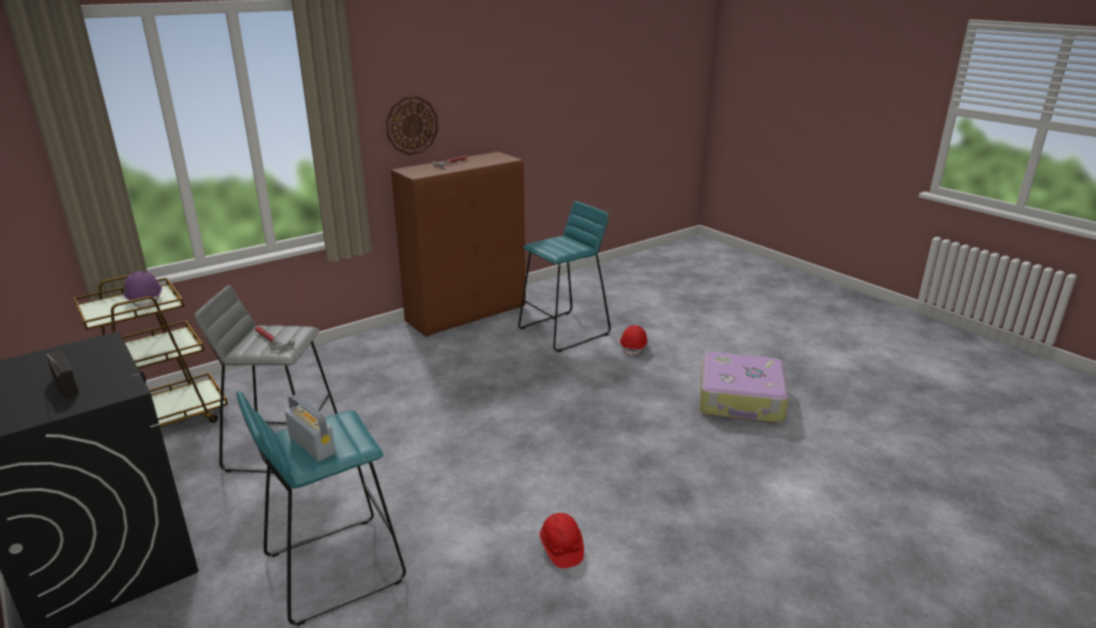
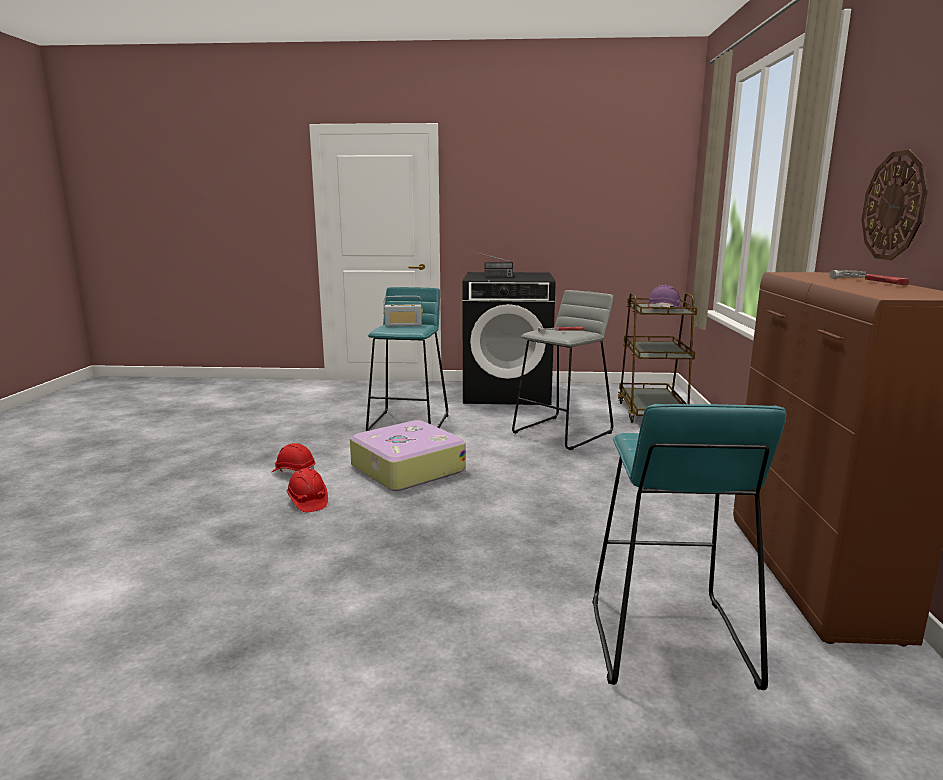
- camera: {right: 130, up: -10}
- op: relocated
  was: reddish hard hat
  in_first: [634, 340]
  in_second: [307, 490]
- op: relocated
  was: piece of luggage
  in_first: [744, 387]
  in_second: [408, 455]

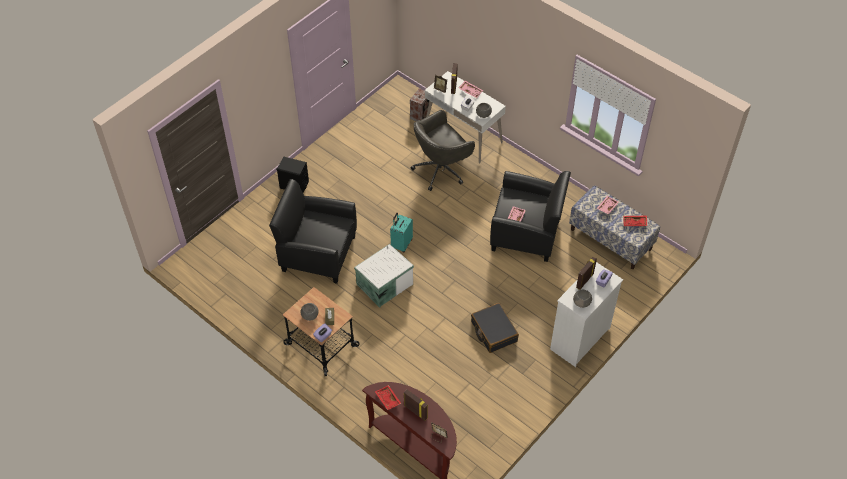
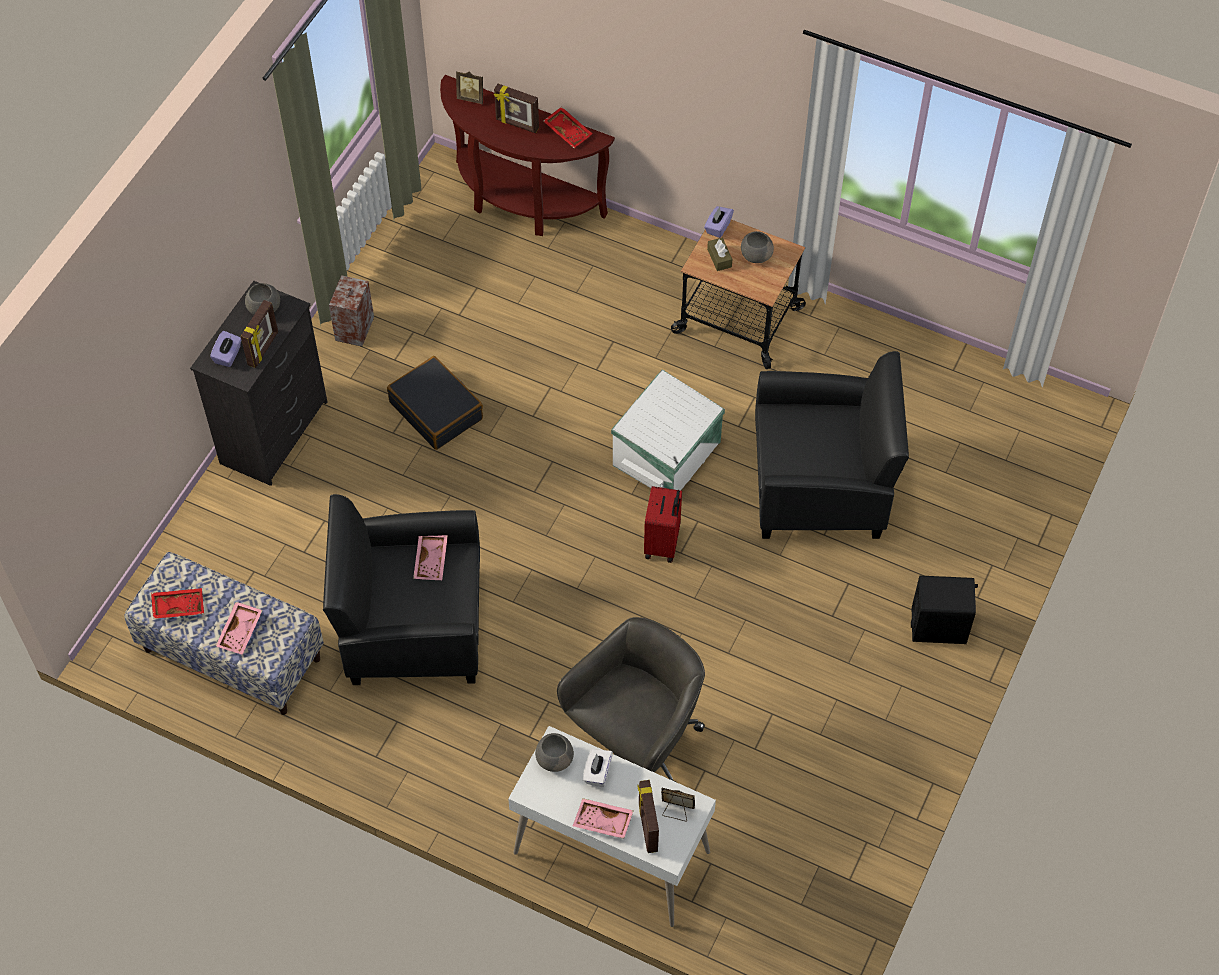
- camera: {right: 165, up: 5}
- op: relocated
  was: loudspeaker
  in_first: [419, 105]
  in_second: [351, 311]
- op: colour
  was: turquoise-coloured piece of luggage
  now: reddish piece of luggage
  in_first: [401, 232]
  in_second: [663, 524]
- op: colour
  was: white drawer chest
  now: blackish drawer chest
  in_first: [586, 314]
  in_second: [258, 383]

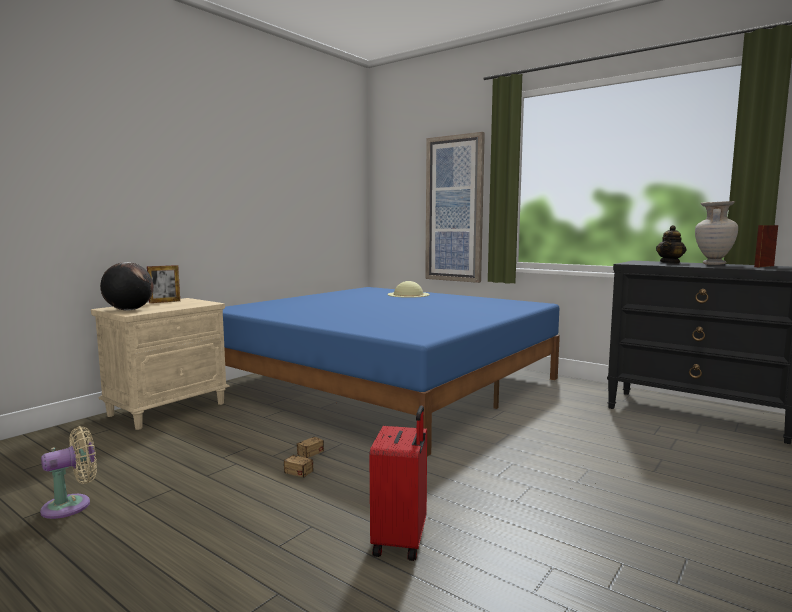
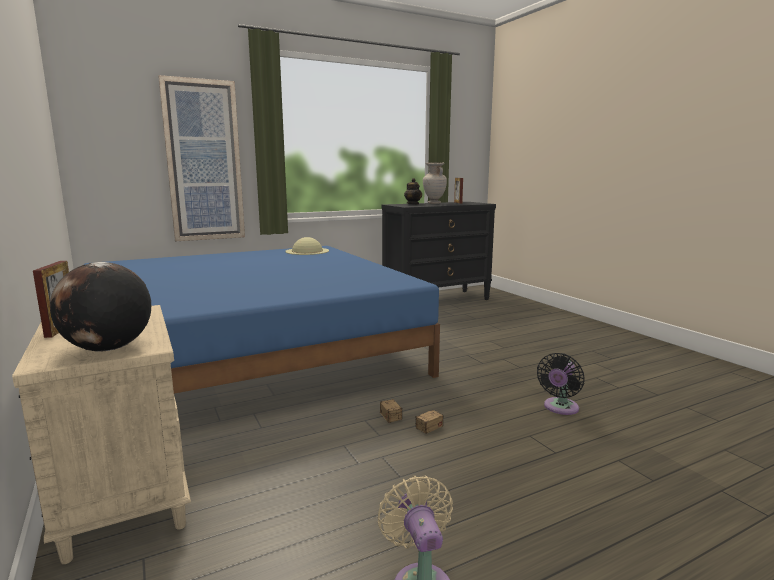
- camera: {right: -65, up: 5}
- op: relocated
  was: beige-coloured clothing hat
  in_first: [409, 289]
  in_second: [307, 246]
- op: exchanged
  was: reddish piece of luggage
  now: blackish electric fan
  in_first: [398, 483]
  in_second: [560, 384]

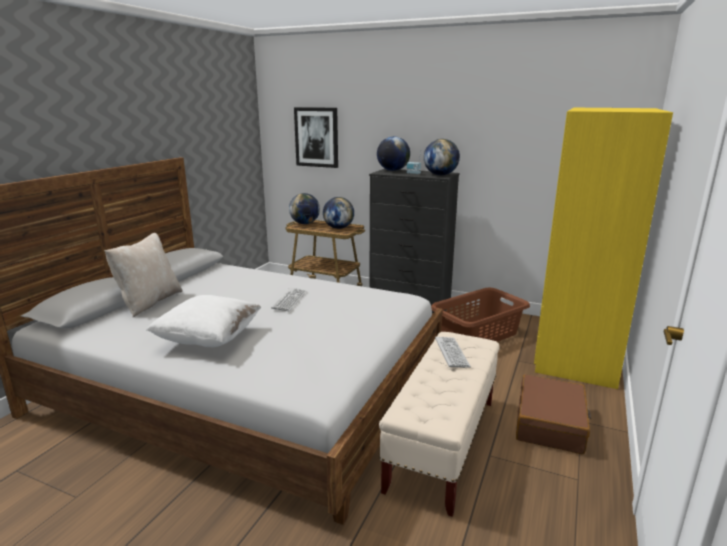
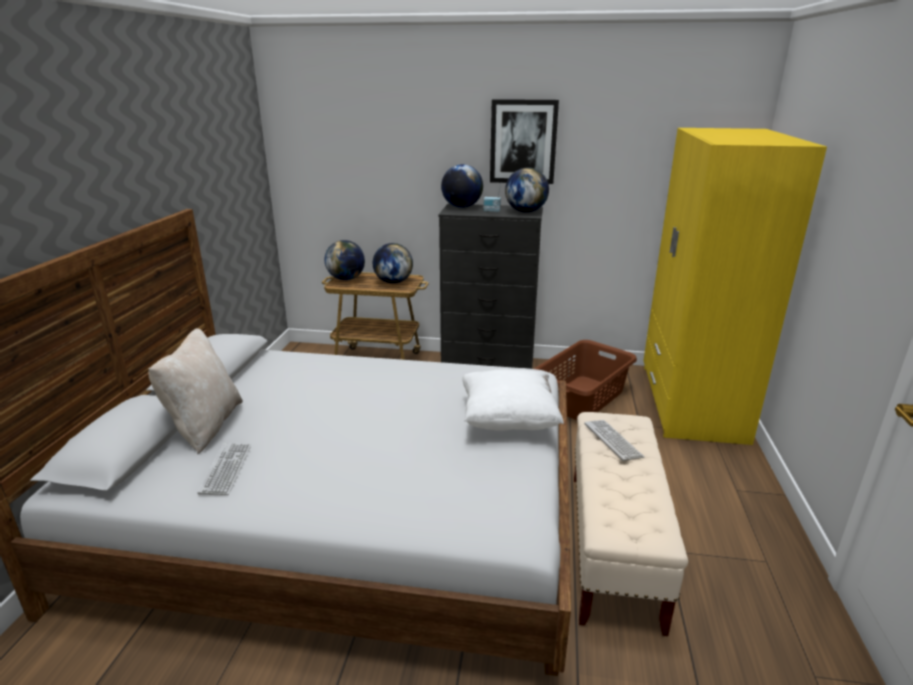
- camera: {right: -15, up: 5}
- op: missing
  was: brownish piece of luggage
  in_first: [553, 414]
- op: relocated
  was: white throw pillow
  in_first: [203, 321]
  in_second: [513, 400]
- op: relocated
  was: keyboard
  in_first: [288, 299]
  in_second: [224, 469]
- op: relocated
  was: picture
  in_first: [316, 137]
  in_second: [524, 141]

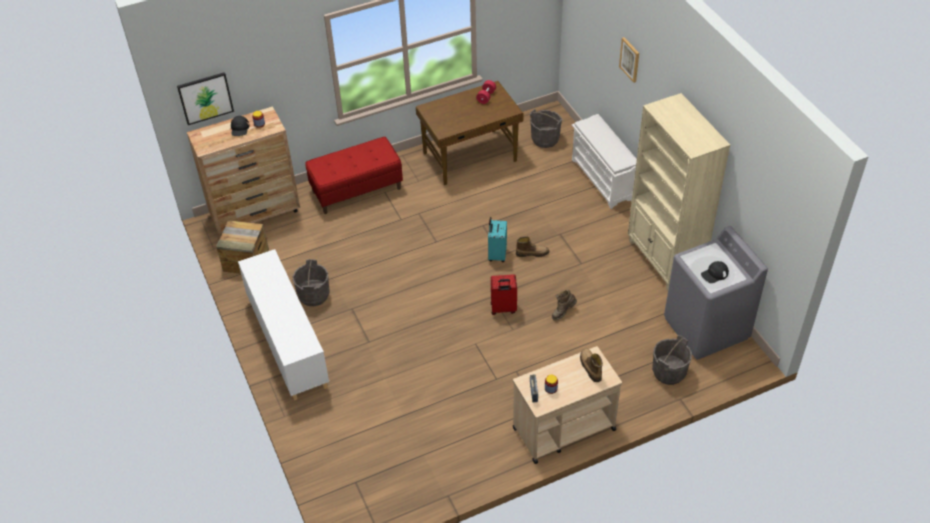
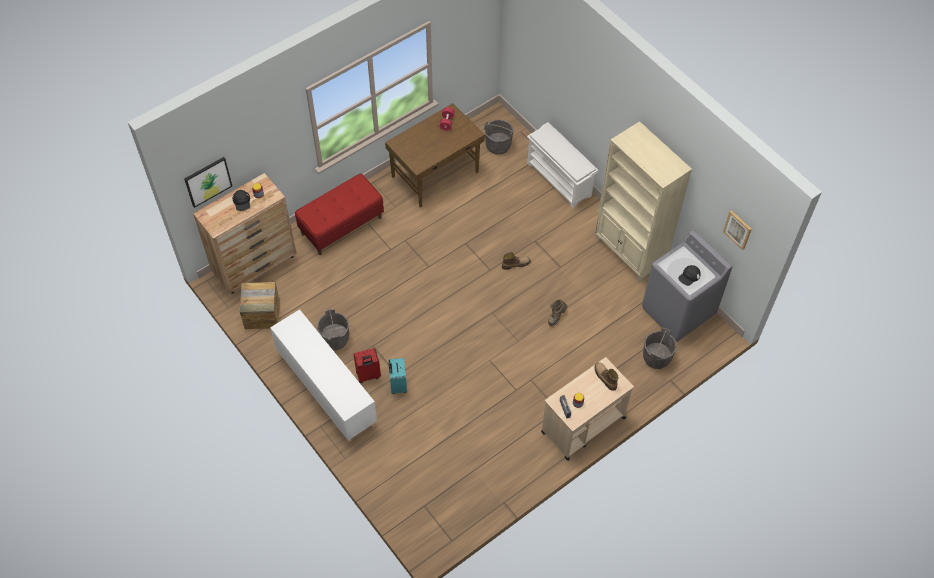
- camera: {right: -15, up: 10}
- op: relocated
  was: turquoise-coloured piece of luggage
  in_first: [497, 239]
  in_second: [397, 376]
- op: relocated
  was: reddish piece of luggage
  in_first: [504, 294]
  in_second: [367, 365]
- op: relocated
  was: picture
  in_first: [629, 60]
  in_second: [737, 230]

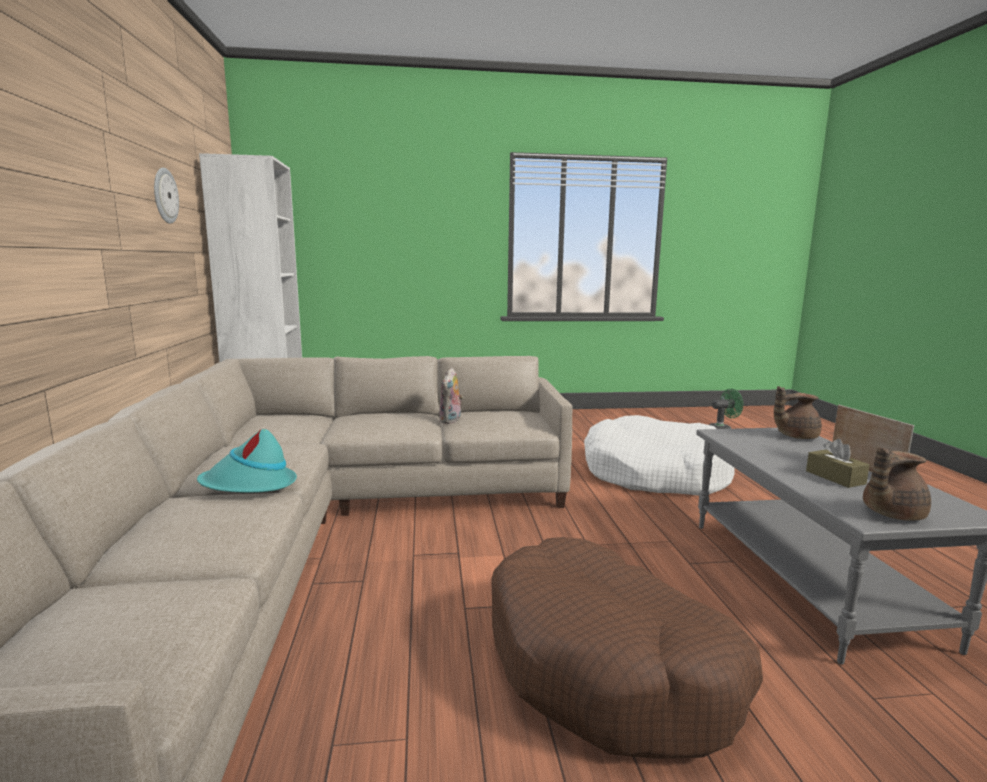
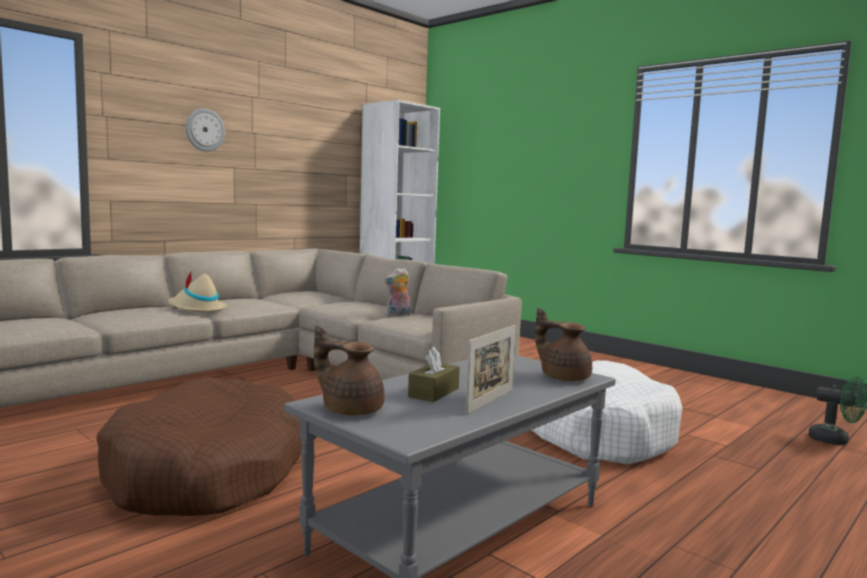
- camera: {right: 50, up: -5}
- op: relocated
  was: hanging clock
  in_first: [166, 196]
  in_second: [205, 130]
- op: colour
  was: turquoise-coloured clothing hat
  now: beige-coloured clothing hat
  in_first: [247, 461]
  in_second: [197, 291]

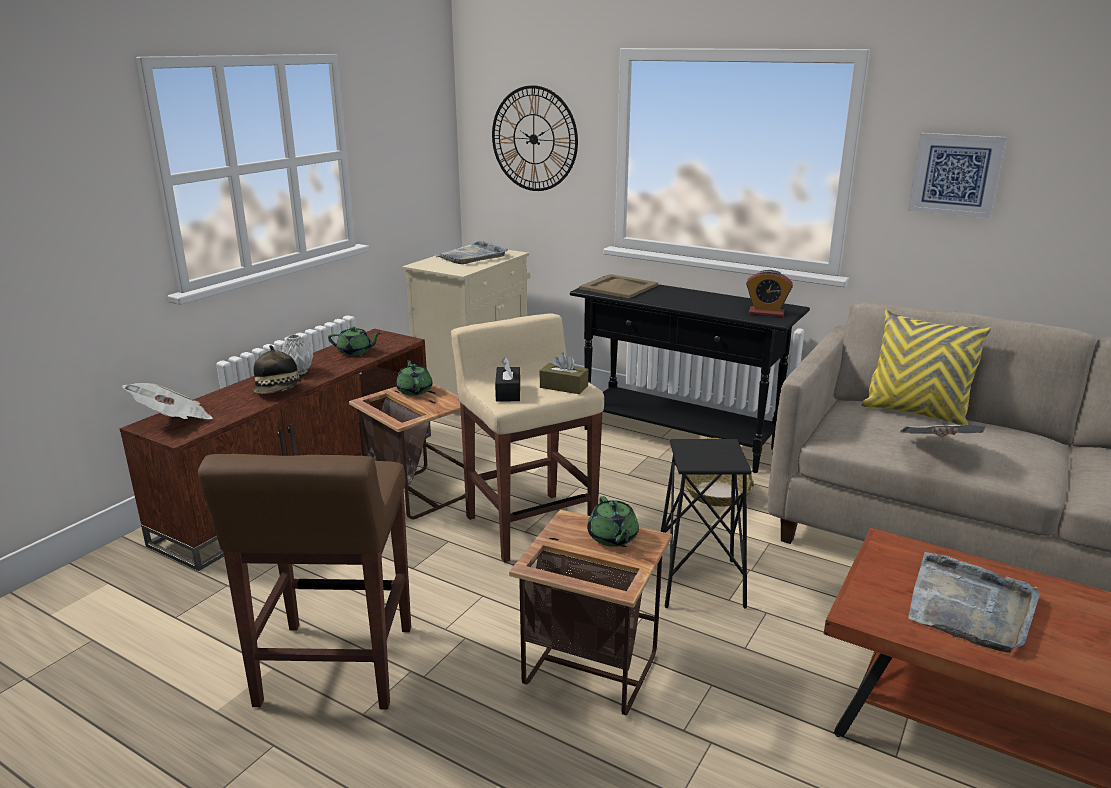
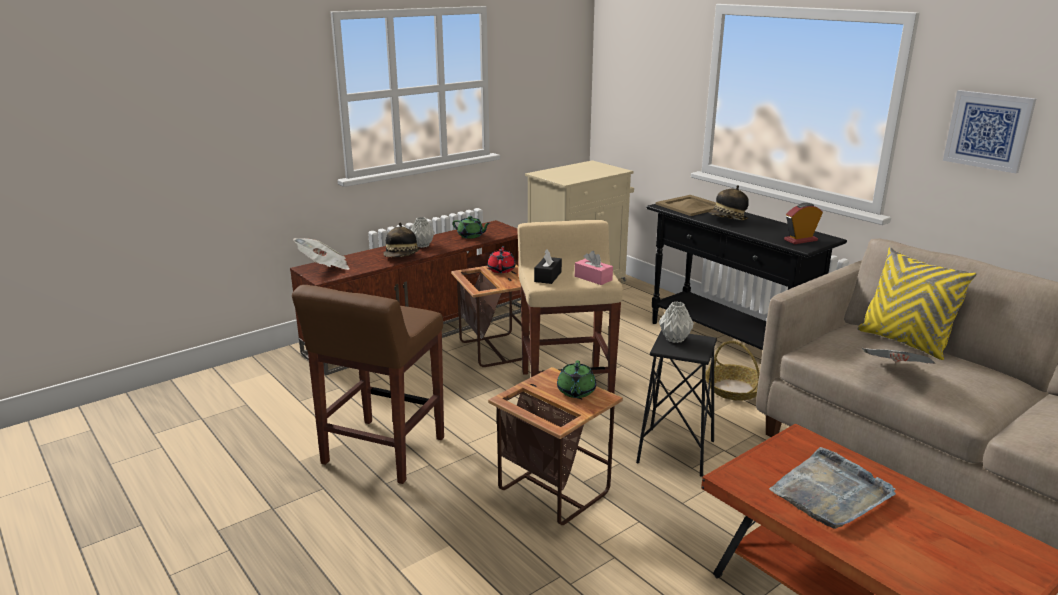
- camera: {right: 20, up: 0}
- op: missing
  was: grey tray
  in_first: [471, 252]
- op: missing
  was: hanging clock
  in_first: [535, 138]
- op: appeared
  now: grey decorative vase
  in_second: [676, 322]
- op: appeared
  now: clothing hat
  in_second: [729, 202]
- op: colour
  was: green-coloured pot for tea
  now: reddish pot for tea
  in_first: [414, 378]
  in_second: [502, 259]
- op: colour
  was: brownish box of tissues
  now: pink box of tissues
  in_first: [564, 373]
  in_second: [594, 268]
- op: spun
  was: bedside clock
  in_first: [769, 293]
  in_second: [803, 223]
  clockwise: 120

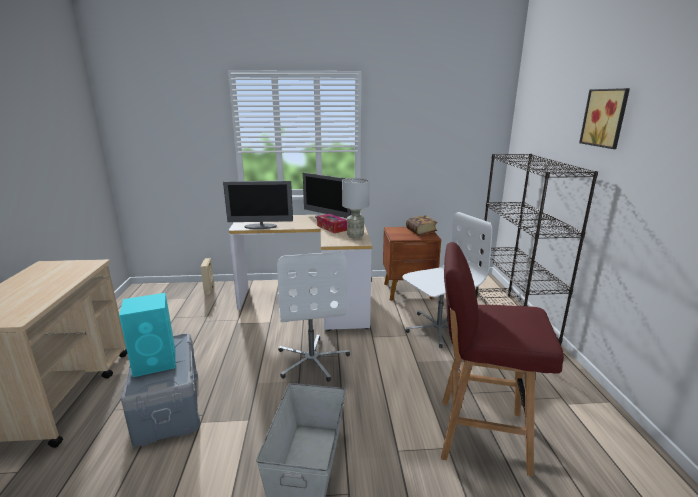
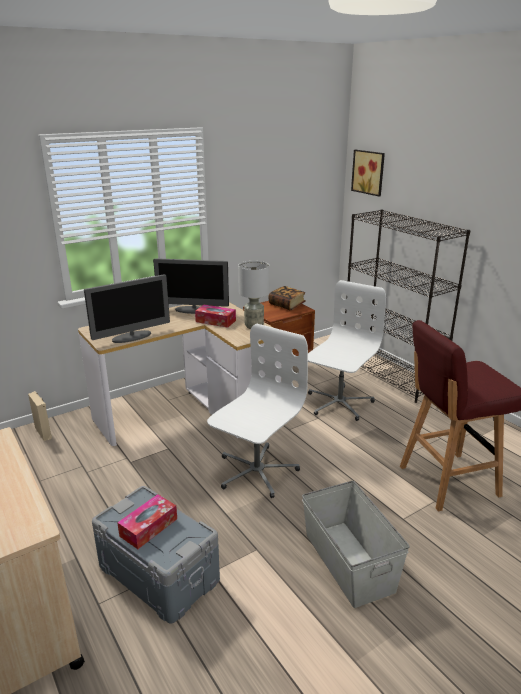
- camera: {right: -30, up: 5}
- op: relocated
  was: picture
  in_first: [604, 118]
  in_second: [368, 173]
- op: exchanged
  was: turquoise-coloured loudspeaker
  now: box of tissues
  in_first: [147, 335]
  in_second: [147, 521]
- op: spun
  was: white office chair
  in_first: [313, 317]
  in_second: [257, 411]
  clockwise: -105

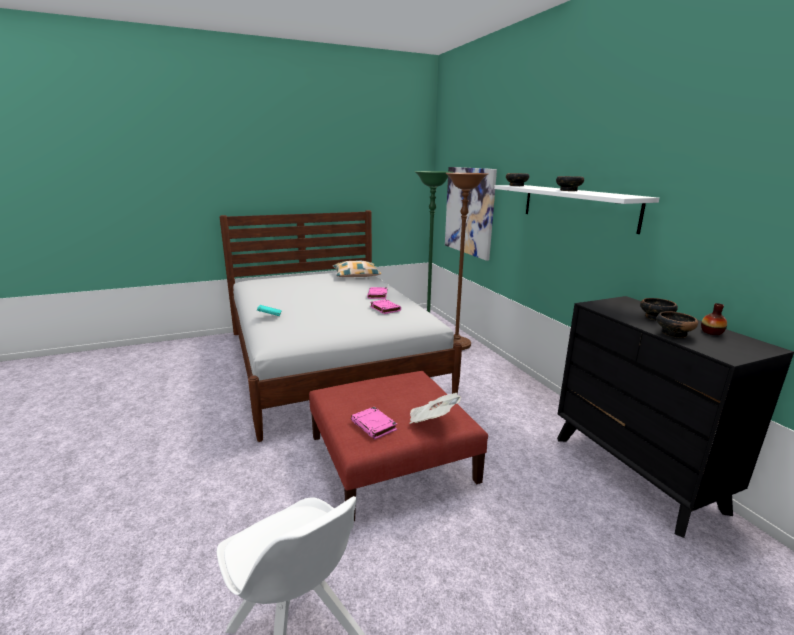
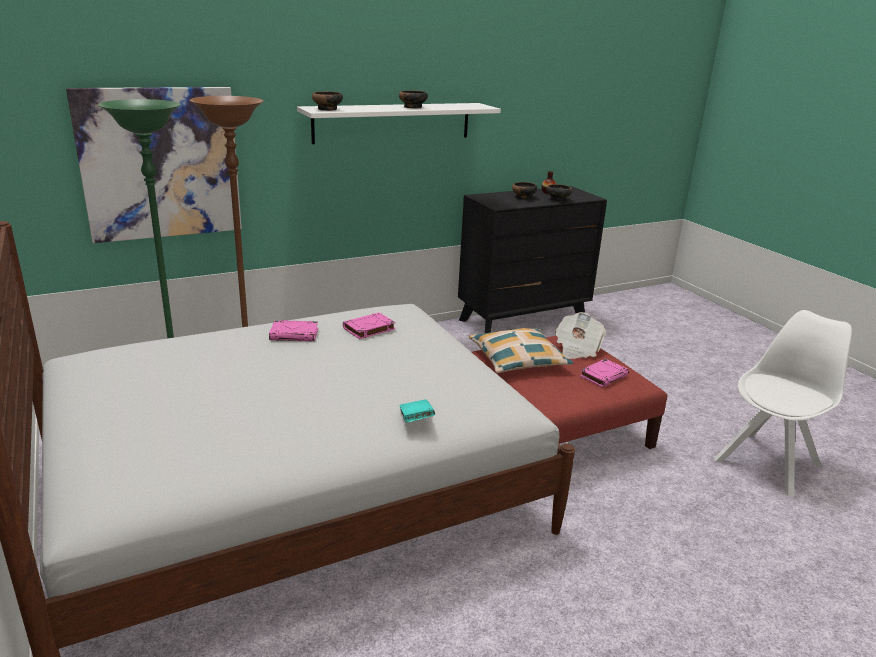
- camera: {right: -95, up: 5}
- op: relocated
  was: throw pillow
  in_first: [357, 268]
  in_second: [521, 350]

